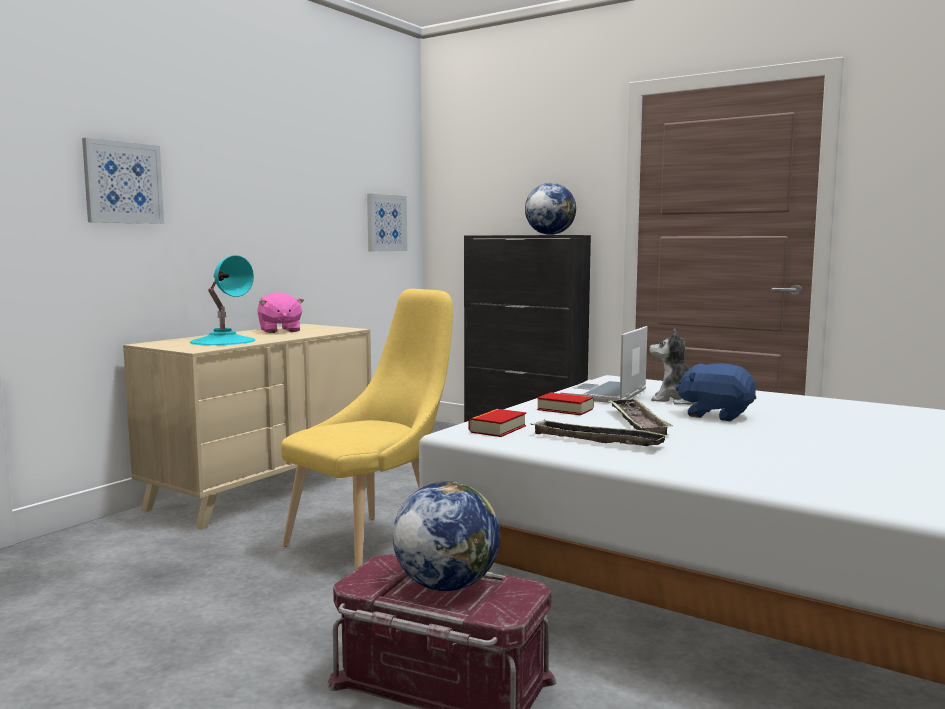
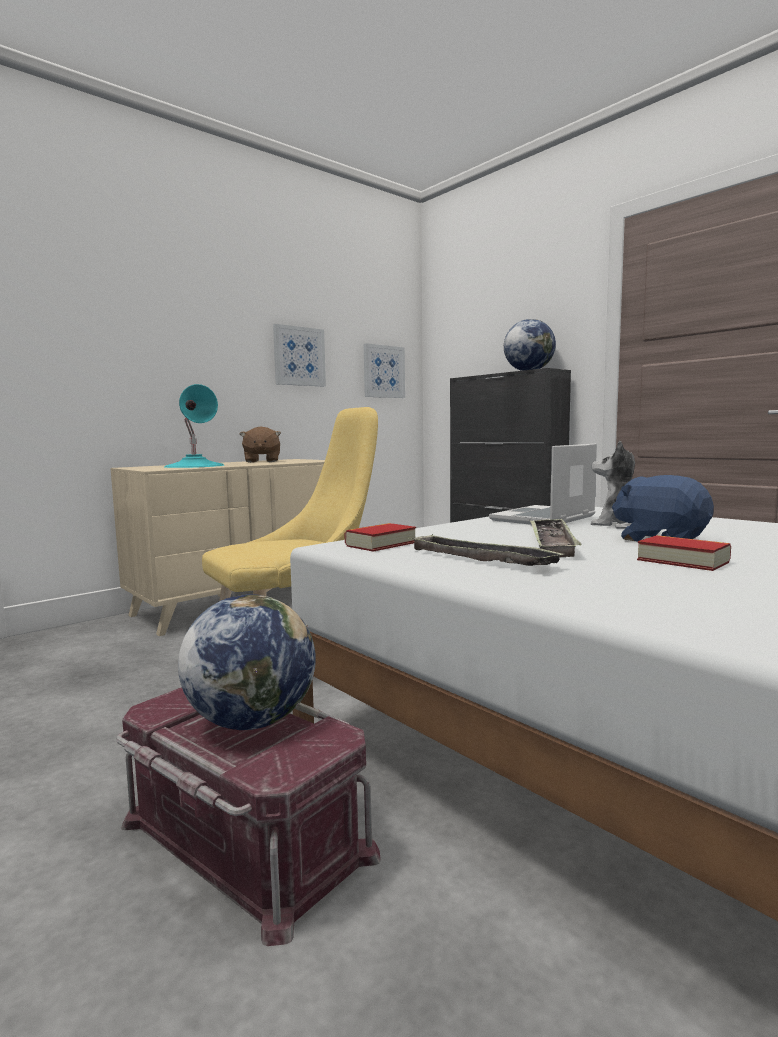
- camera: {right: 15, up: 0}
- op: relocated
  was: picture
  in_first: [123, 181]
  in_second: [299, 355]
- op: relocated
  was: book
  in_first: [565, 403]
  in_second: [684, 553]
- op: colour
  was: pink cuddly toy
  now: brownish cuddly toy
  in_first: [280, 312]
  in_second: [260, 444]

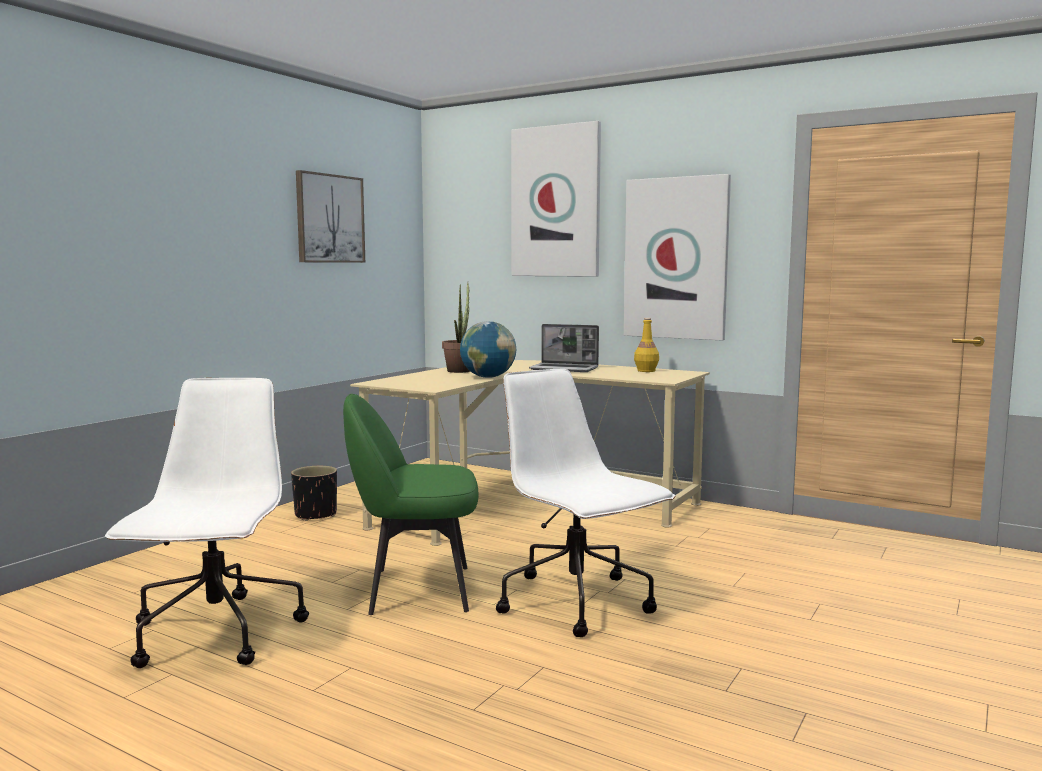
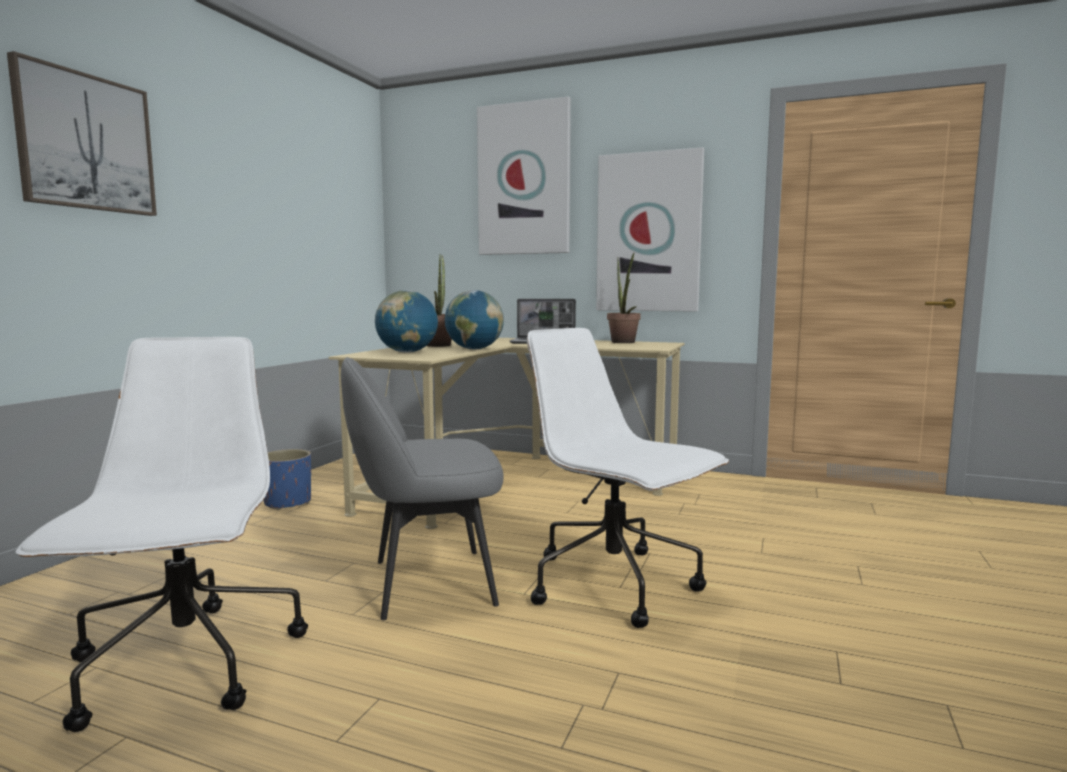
- camera: {right: -10, up: 0}
- op: appeared
  now: desk globe
  in_second: [406, 321]
- op: relocated
  was: picture
  in_first: [330, 216]
  in_second: [82, 133]
- op: exchanged
  was: yellowish bottle
  now: potted plant
  in_first: [646, 345]
  in_second: [624, 297]
- op: colour
  was: blackish plant pot
  now: blue plant pot
  in_first: [314, 493]
  in_second: [287, 479]
- op: colour
  was: green-coloured upright chair
  now: grey upright chair
  in_first: [411, 504]
  in_second: [422, 488]

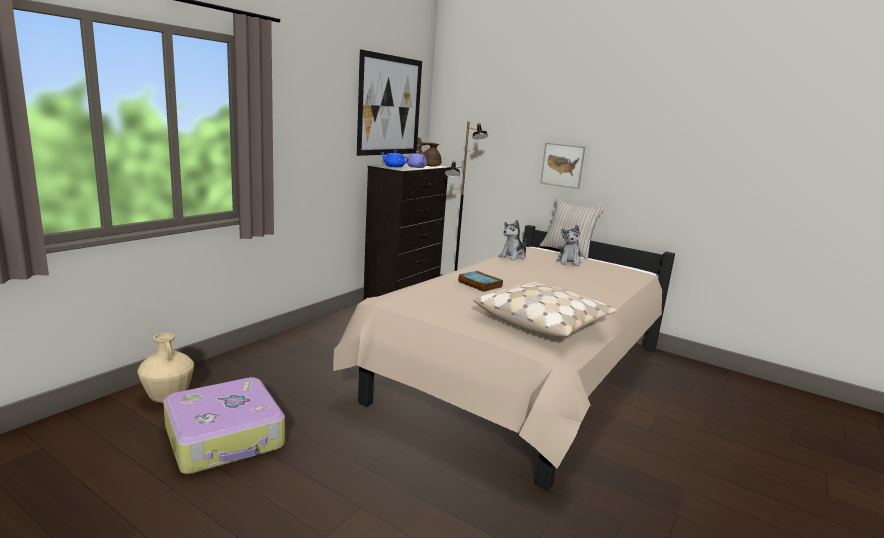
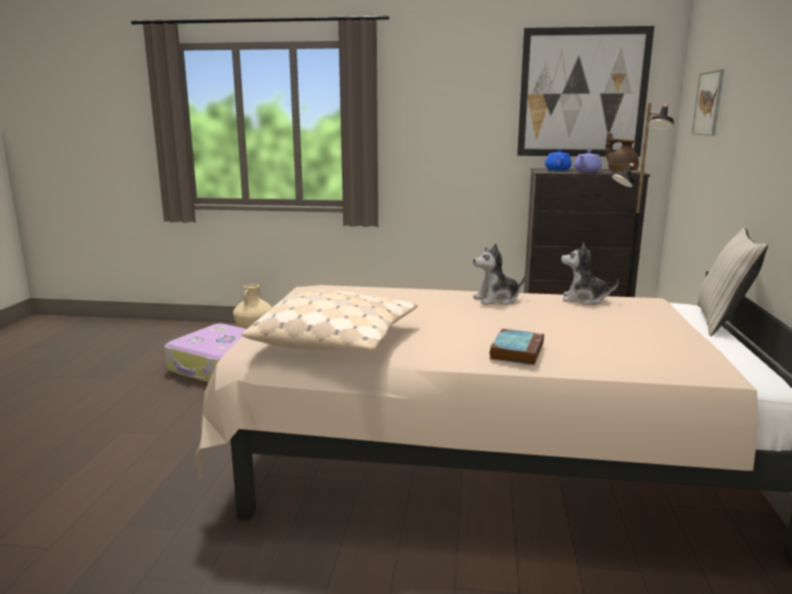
- camera: {right: 65, up: 0}
- op: relocated
  was: book
  in_first: [480, 281]
  in_second: [516, 347]
- op: relocated
  was: picture
  in_first: [562, 165]
  in_second: [708, 102]
- op: relocated
  was: cuddly toy
  in_first: [569, 245]
  in_second: [499, 274]

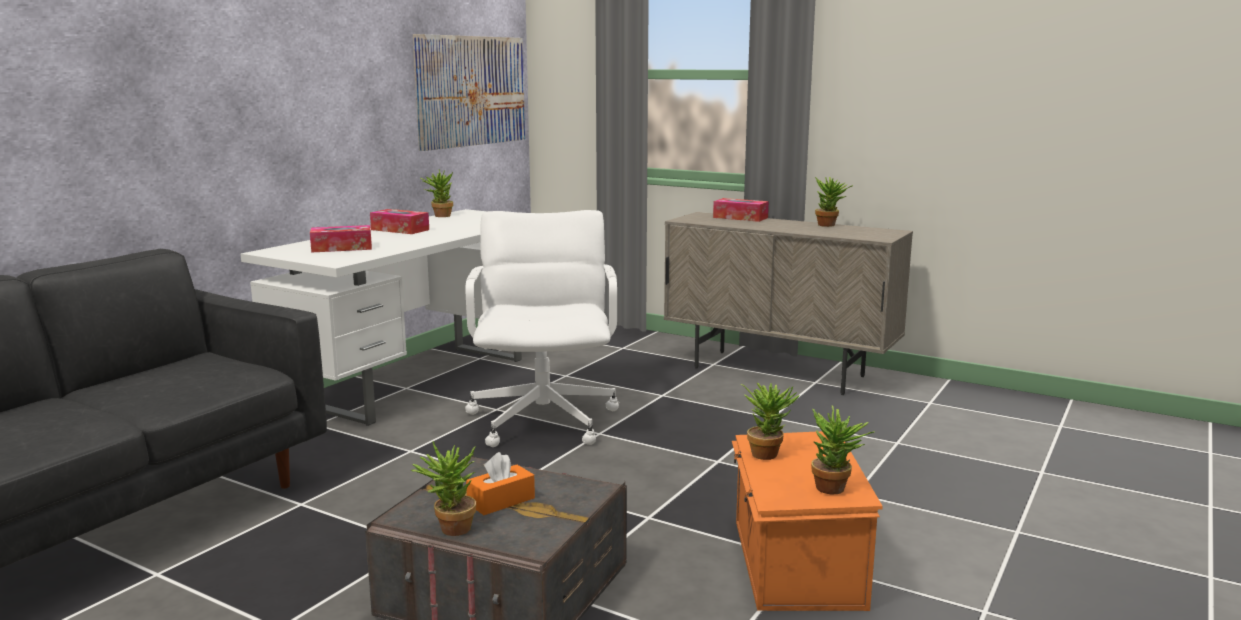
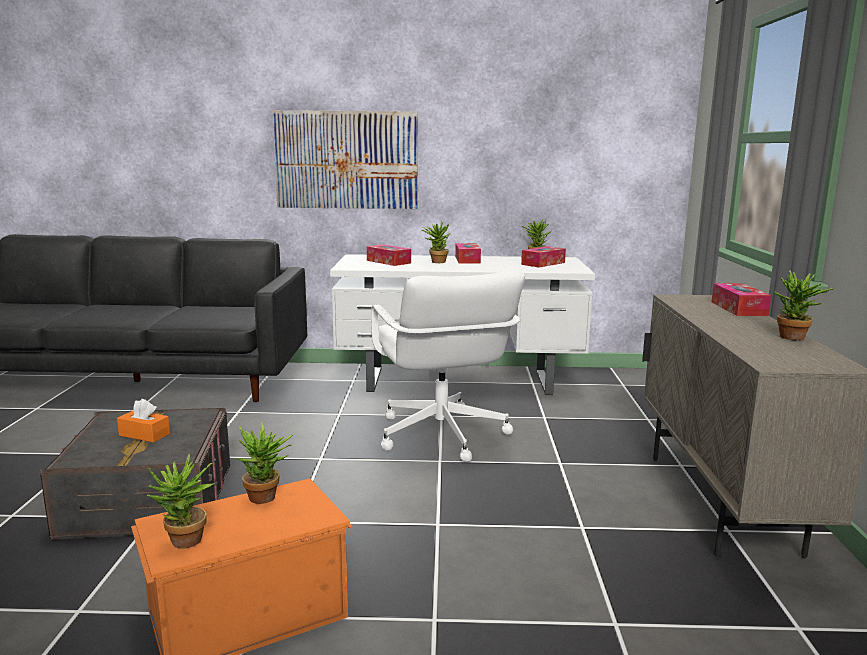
- camera: {right: 60, up: 0}
- op: appeared
  now: box of tissues
  in_second: [543, 256]
- op: relocated
  was: potted plant
  in_first: [444, 488]
  in_second: [436, 242]
- op: relocated
  was: picture
  in_first: [469, 92]
  in_second: [345, 159]
- op: spun
  was: white office chair
  in_first: [542, 328]
  in_second: [448, 366]
  clockwise: 105

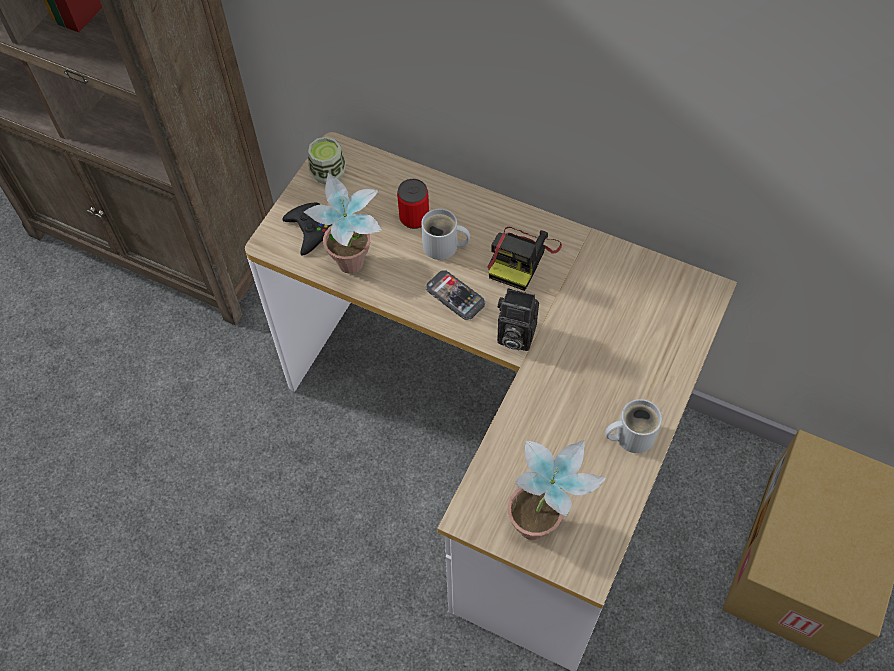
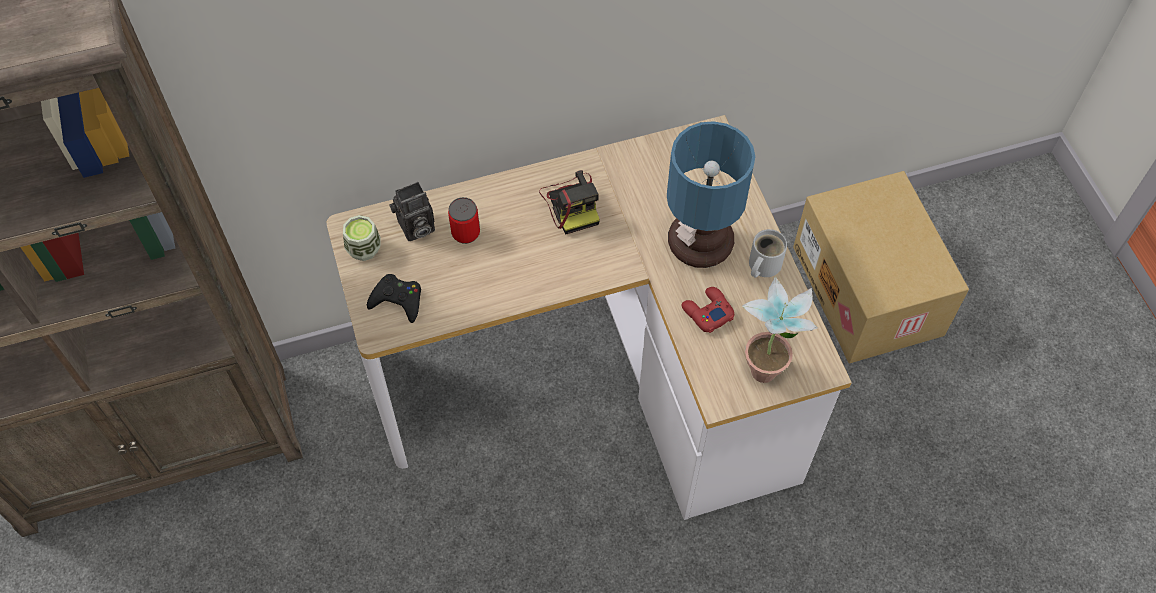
- camera: {right: -45, up: 0}
- op: missing
  was: potted plant
  in_first: [343, 223]
- op: missing
  was: white mug
  in_first: [445, 234]
- op: missing
  was: phone
  in_first: [455, 295]
- op: appeared
  now: table lamp
  in_second: [711, 194]
- op: appeared
  now: reddish game controller
  in_second: [707, 310]
- op: relocated
  was: photo camera
  in_first: [518, 319]
  in_second: [412, 211]

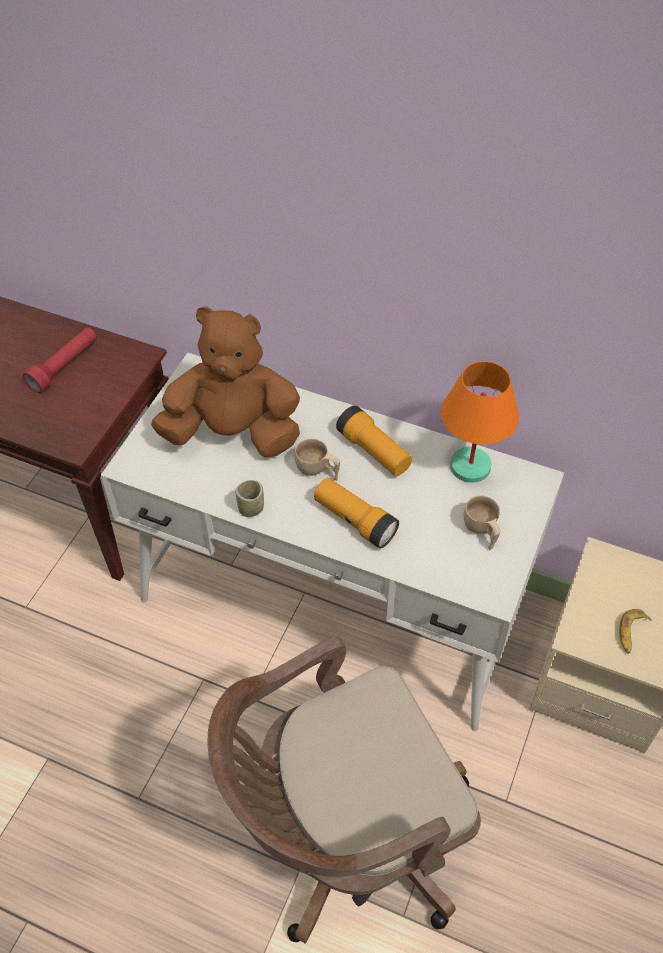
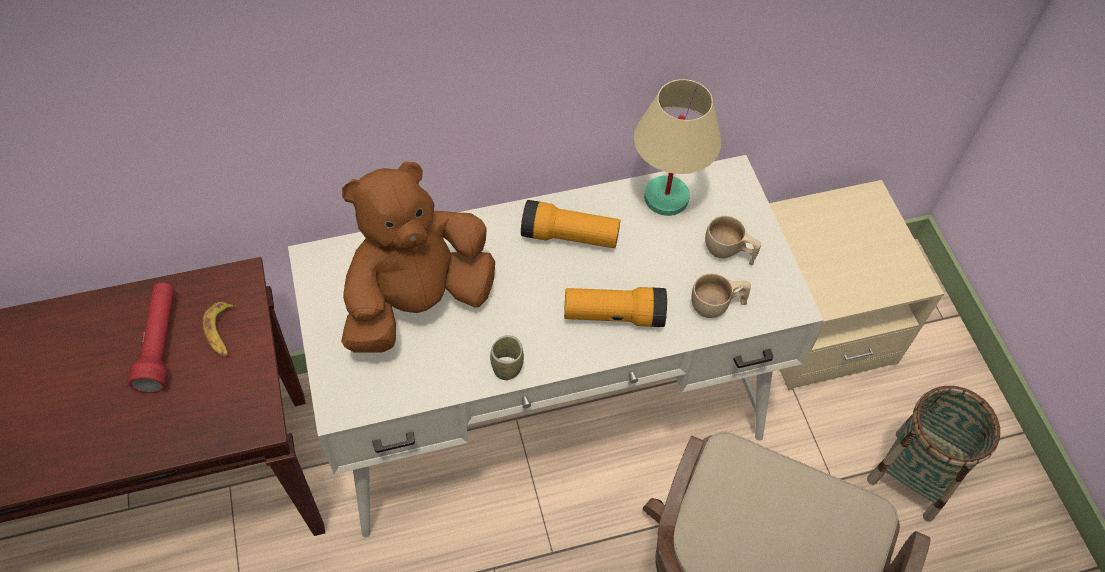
- camera: {right: -40, up: 5}
- op: appeared
  now: basket
  in_second: [933, 454]
- op: relocated
  was: beige-coloured cup
  in_first: [317, 460]
  in_second: [721, 296]
- op: relocated
  was: banana
  in_first: [635, 631]
  in_second: [219, 329]
- op: colour
  was: orange table lamp
  now: beige-coloured table lamp
  in_first: [480, 422]
  in_second: [677, 147]

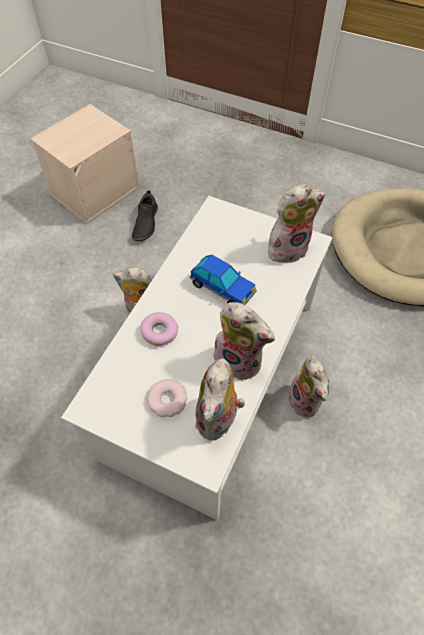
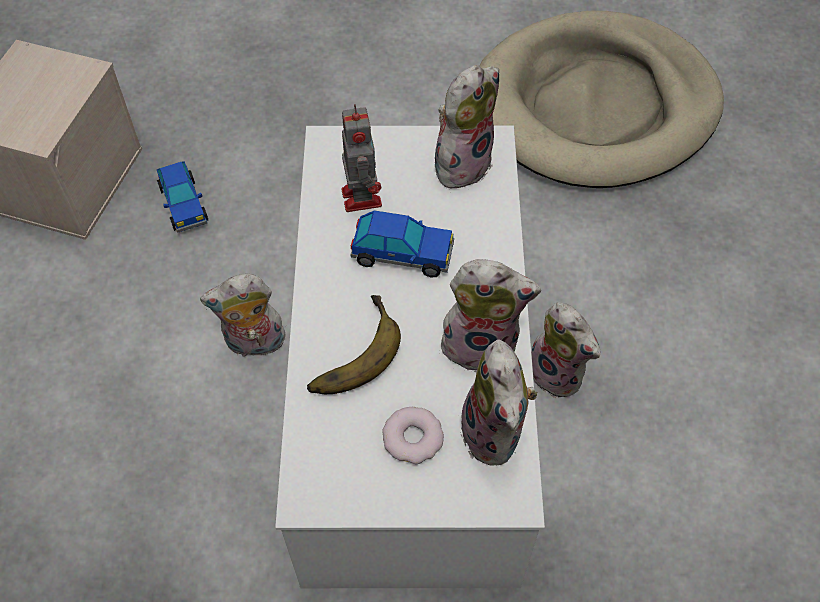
- camera: {right: -25, up: 0}
- op: appeared
  now: robot figure
  in_second: [361, 158]
- op: exchanged
  was: blackish low shoe
  now: toy car
  in_first: [145, 215]
  in_second: [182, 197]
- op: exchanged
  was: ring doughnut
  now: banana
  in_first: [159, 329]
  in_second: [354, 344]

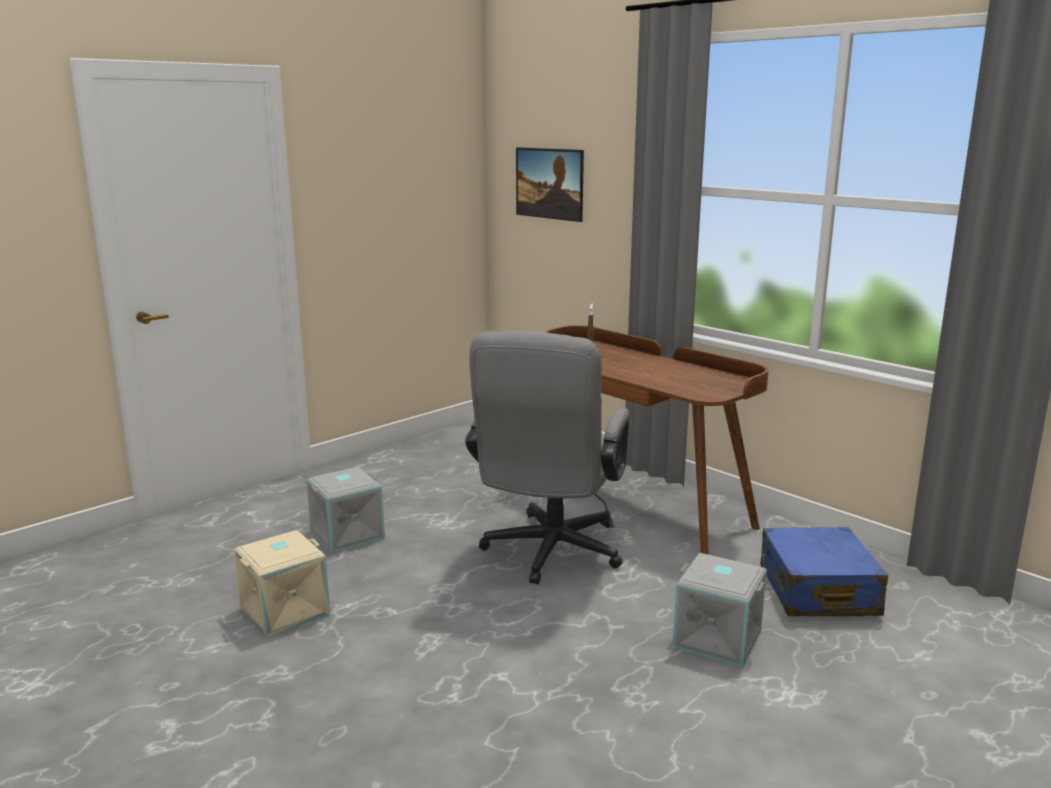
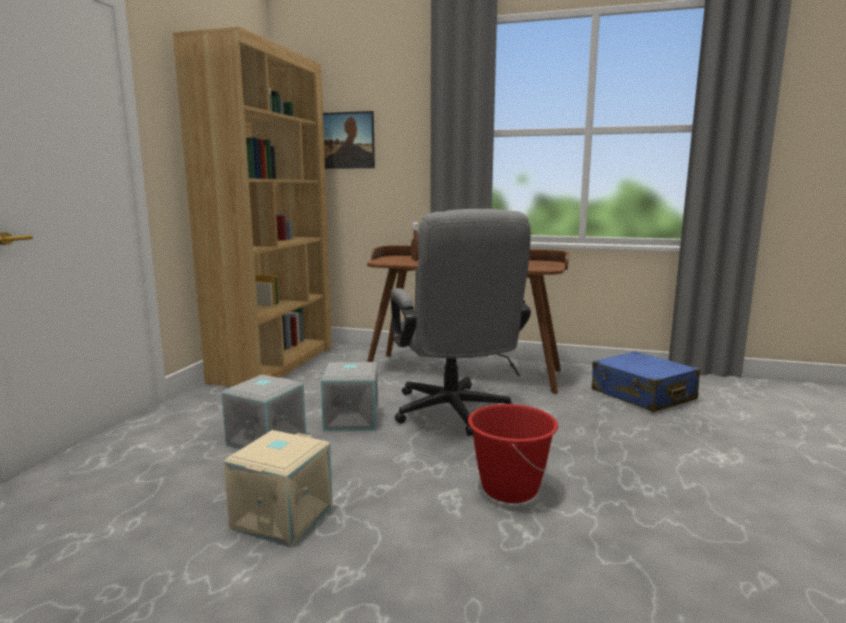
- camera: {right: -30, up: -5}
- op: appeared
  now: brownish shelving unit
  in_second: [252, 207]
- op: appeared
  now: reddish pail
  in_second: [513, 453]
- op: relocated
  was: grey storage bin
  in_first: [720, 610]
  in_second: [350, 396]

